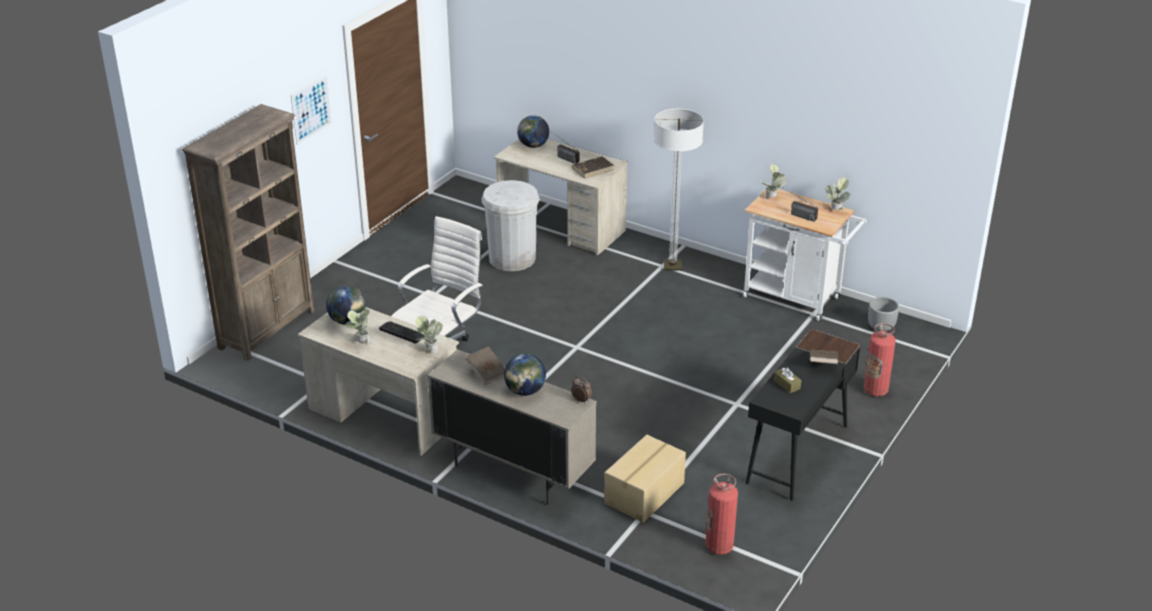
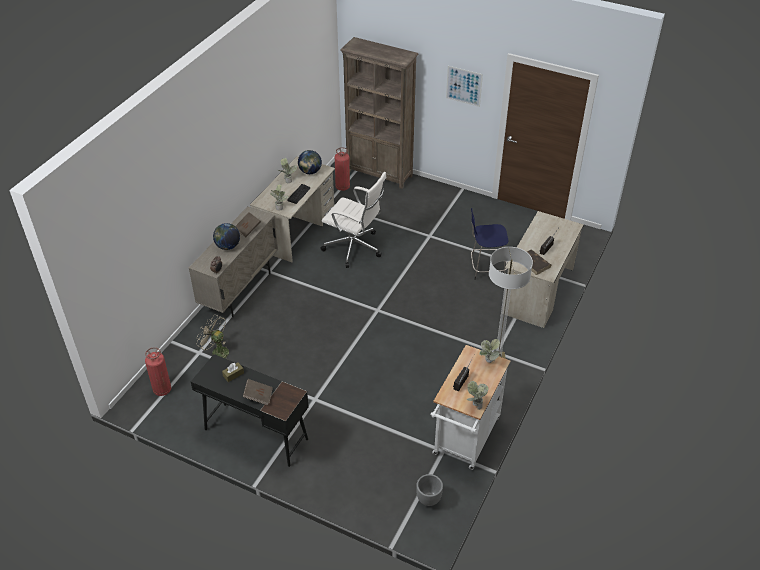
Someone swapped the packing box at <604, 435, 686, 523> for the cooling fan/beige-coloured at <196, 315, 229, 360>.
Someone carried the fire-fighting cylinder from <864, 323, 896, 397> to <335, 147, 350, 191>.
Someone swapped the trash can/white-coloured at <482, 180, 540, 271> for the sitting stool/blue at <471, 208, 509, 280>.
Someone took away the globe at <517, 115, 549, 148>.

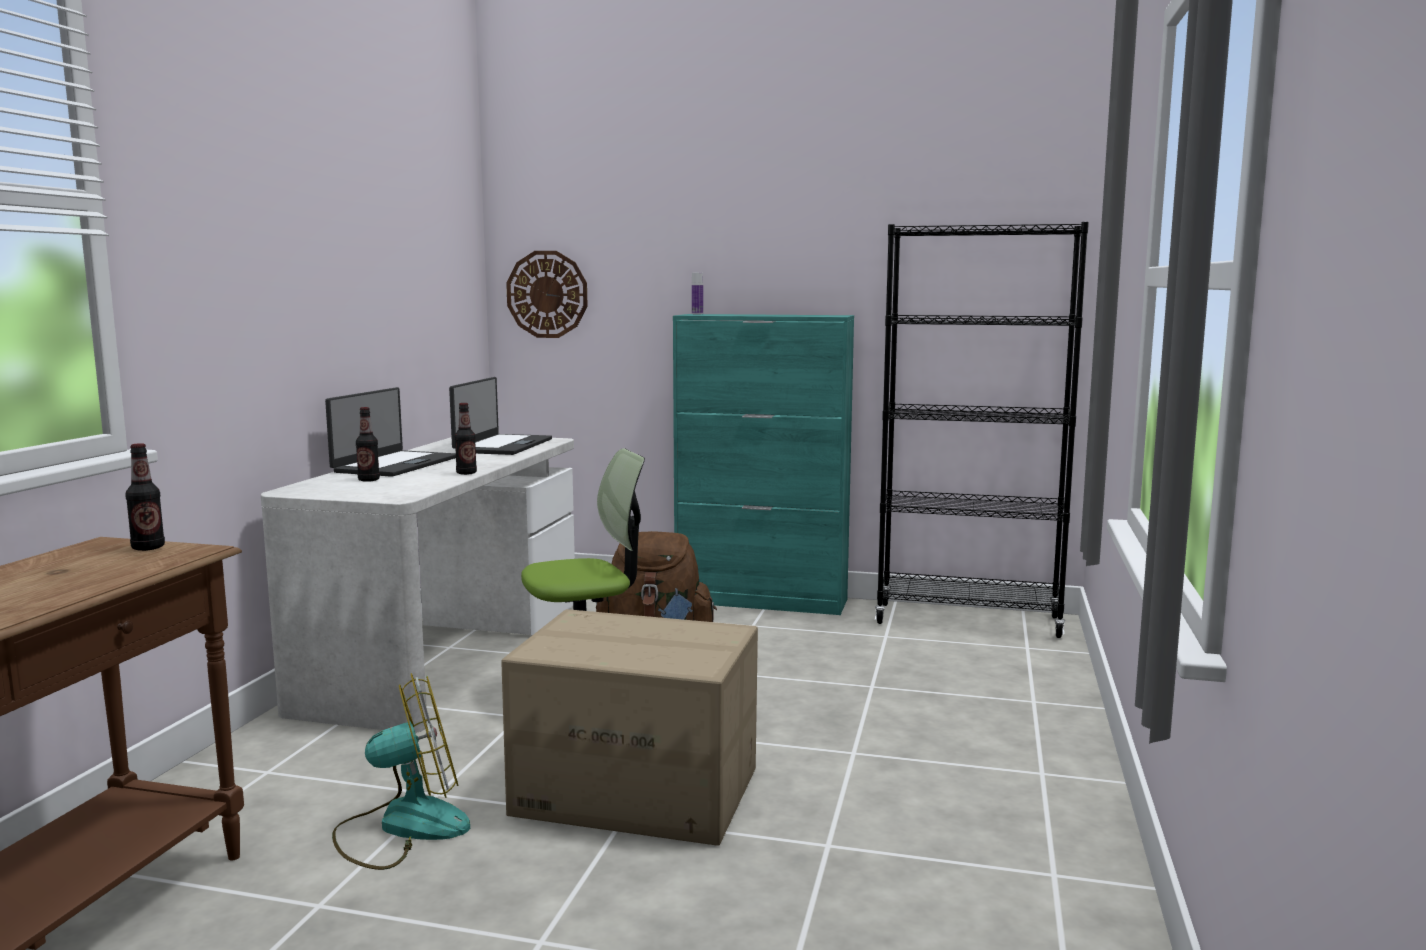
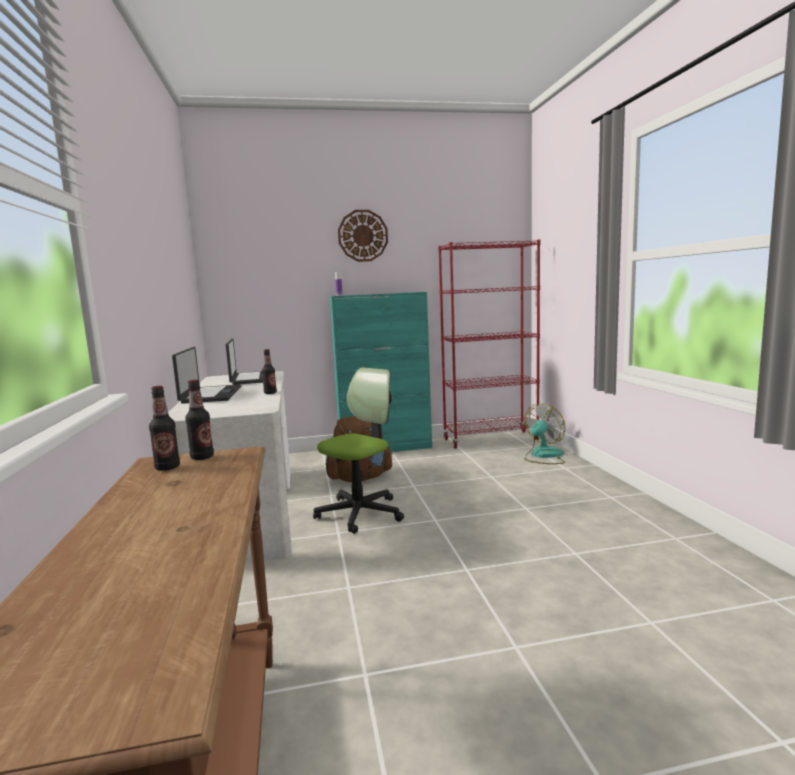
Someone carried the bottle from <356, 407, 380, 482> to <149, 386, 180, 471>.
Someone carried the hanging clock from <506, 251, 588, 338> to <338, 210, 388, 262>.
Someone repainted the shelving unit/black-coloured at <875, 222, 1089, 638>, which became the shelving unit/red-coloured at <438, 239, 540, 449>.
Someone carried the cooling fan from <332, 673, 470, 870> to <524, 404, 565, 464>.
Someone took away the packing box at <501, 609, 758, 846>.

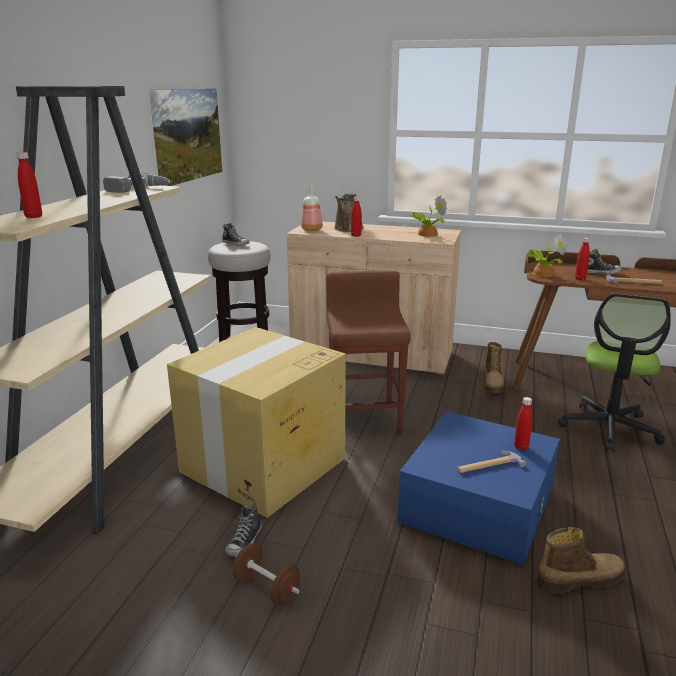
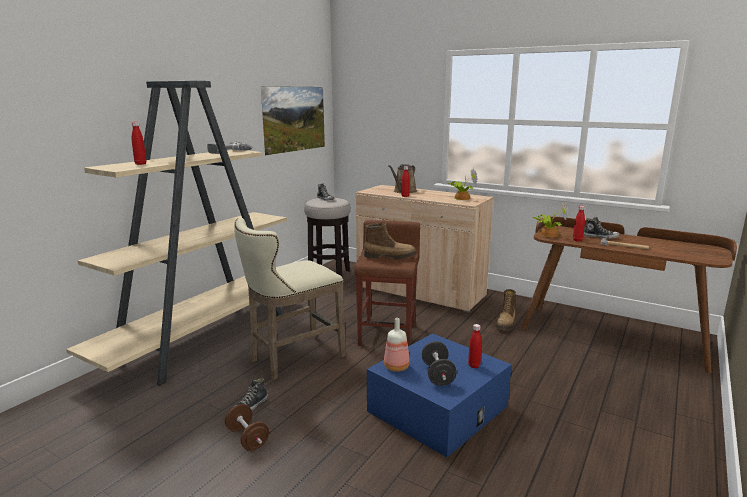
Someone swapped the packing box at <167, 327, 346, 518> for the sitting stool/beige-coloured at <234, 218, 346, 380>.
Someone carried the boot from <536, 527, 626, 593> to <364, 223, 417, 259>.
Someone carried the bottle from <301, 185, 323, 231> to <384, 318, 410, 372>.
Someone swapped the hand hammer at <457, 450, 526, 473> for the hand weight/black-coloured at <421, 341, 457, 386>.
Someone took away the office chair at <558, 294, 671, 452>.

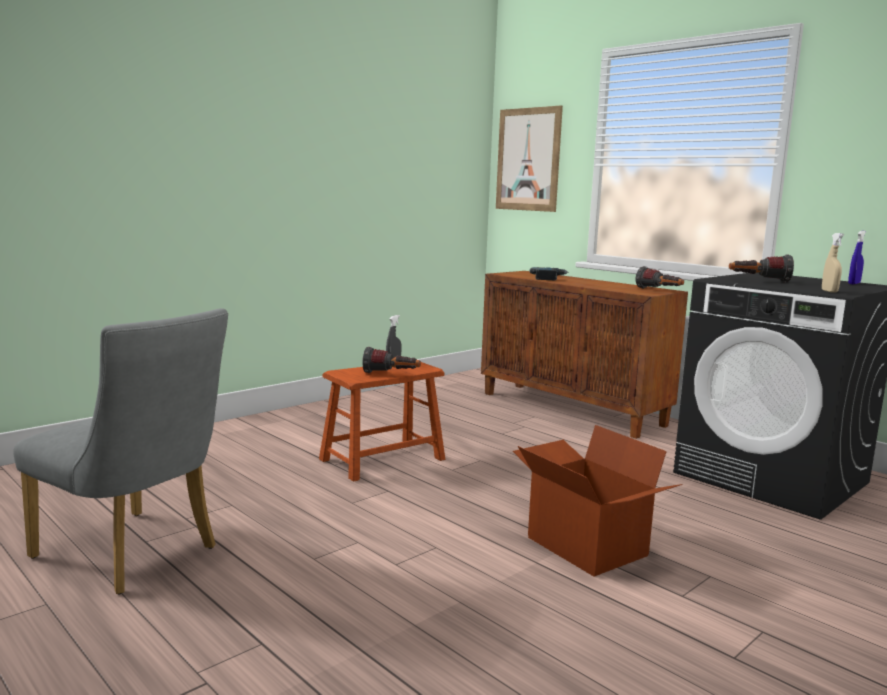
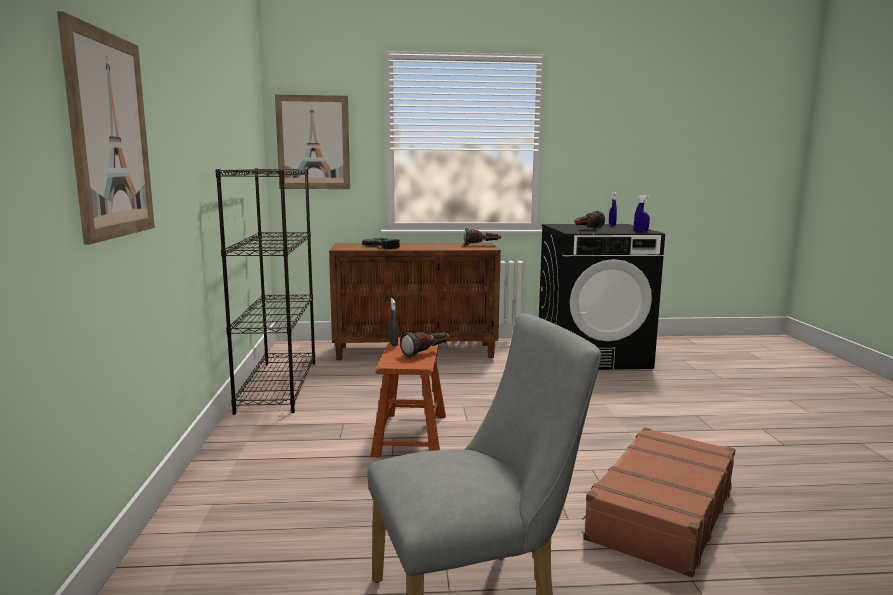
Someone put up the wall picture at <57, 11, 155, 245>.
Someone put down the shelving unit/black-coloured at <216, 168, 315, 415>.
Someone put down the piece of luggage/brownish at <582, 427, 735, 577>.
Someone repainted the sprayer/beige-coloured at <822, 233, 844, 293>, which became the sprayer/blue at <634, 195, 650, 232>.
Someone took away the packing box at <513, 425, 683, 576>.

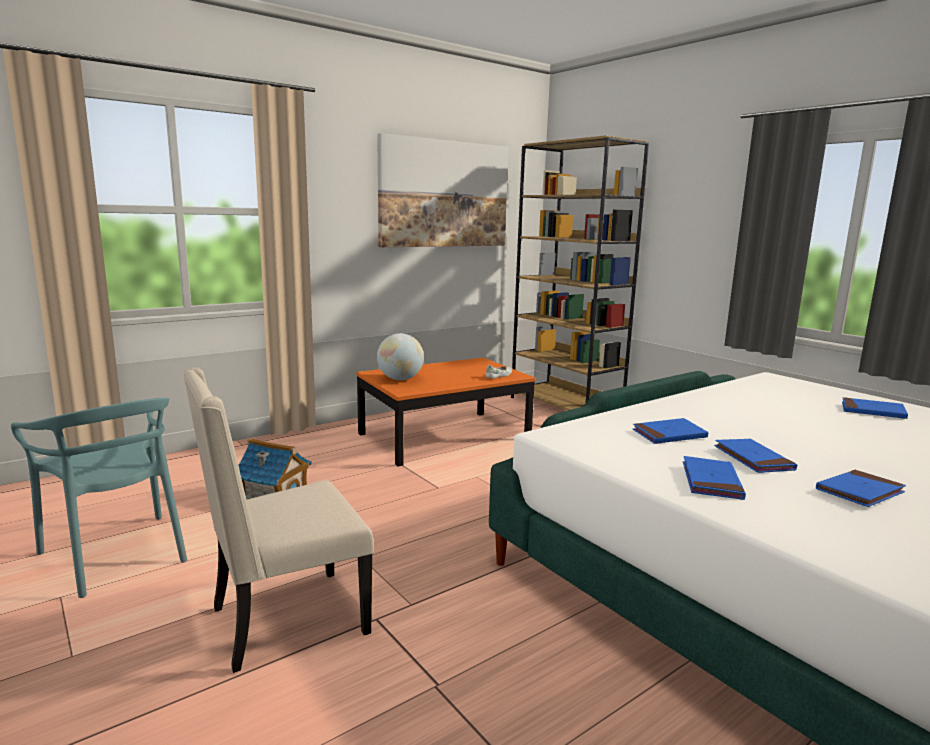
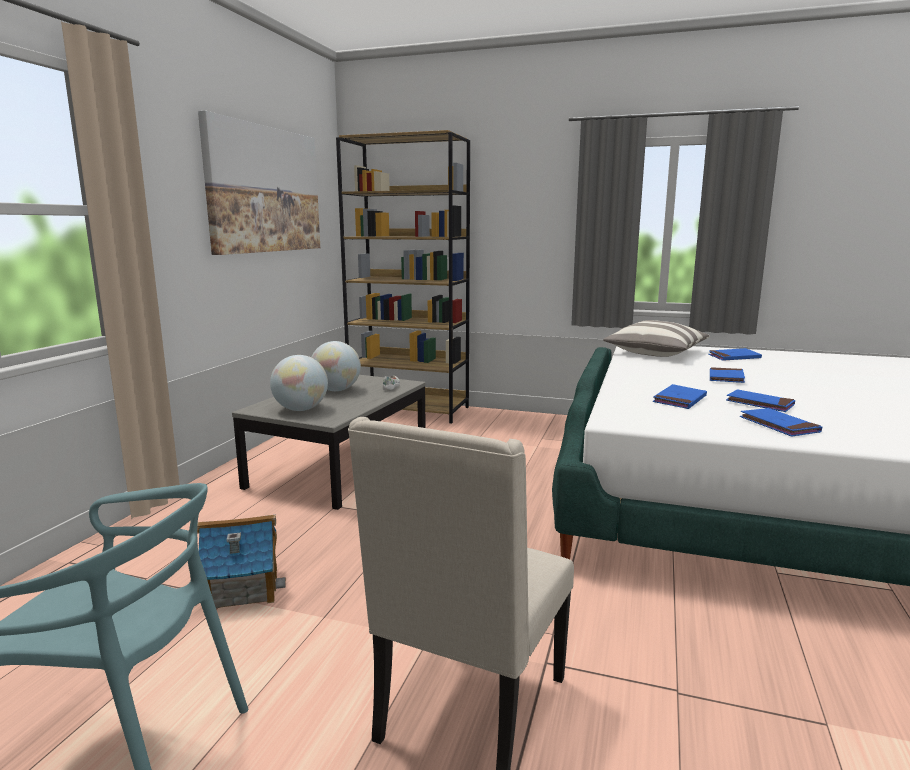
Someone repainted the coffee table/orange at <356, 358, 535, 466>, which became the coffee table/grey at <232, 375, 426, 510>.
Someone put down the globe at <311, 341, 361, 391>.
Someone put down the pillow at <603, 320, 710, 357>.
Someone carried the book/blue from <816, 470, 906, 507> to <710, 367, 745, 383>.

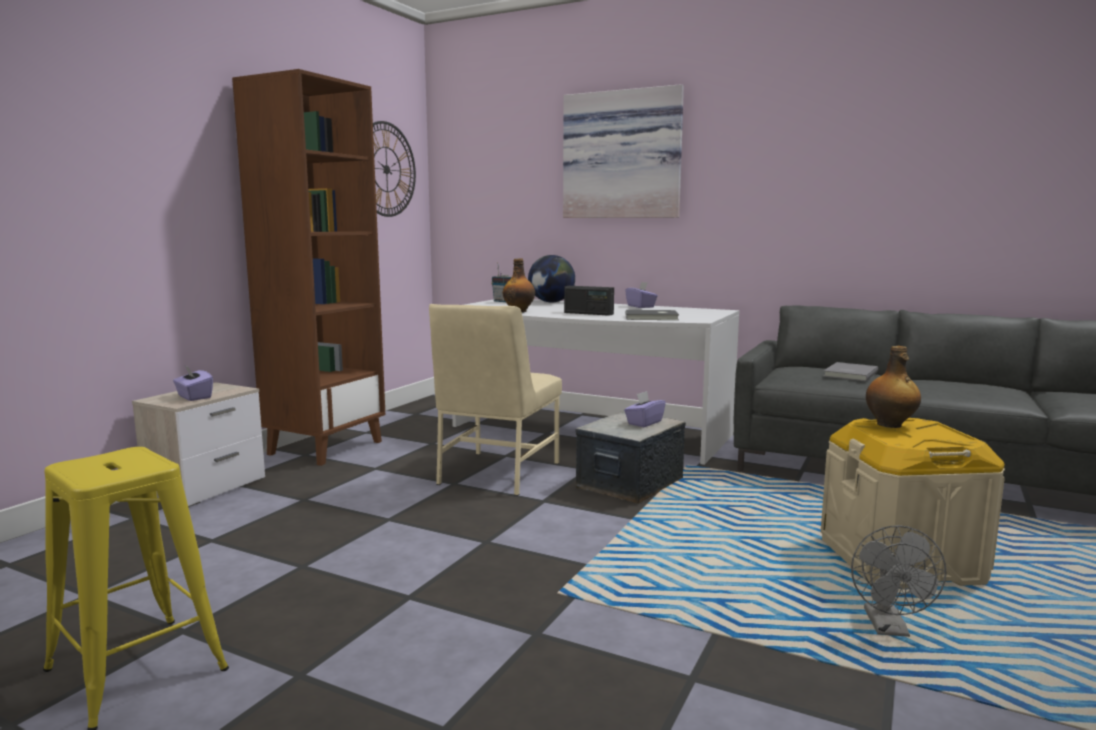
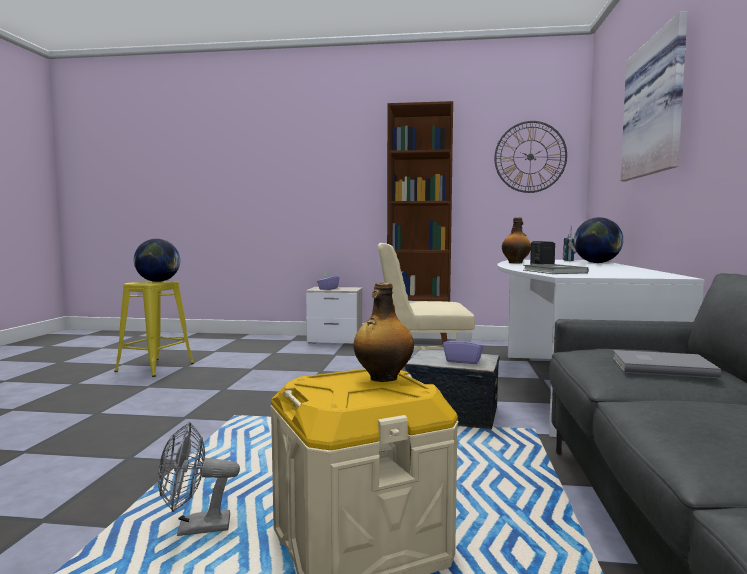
Someone put down the globe at <134, 239, 180, 282>.
Someone took away the box of tissues/purple at <625, 282, 658, 308>.

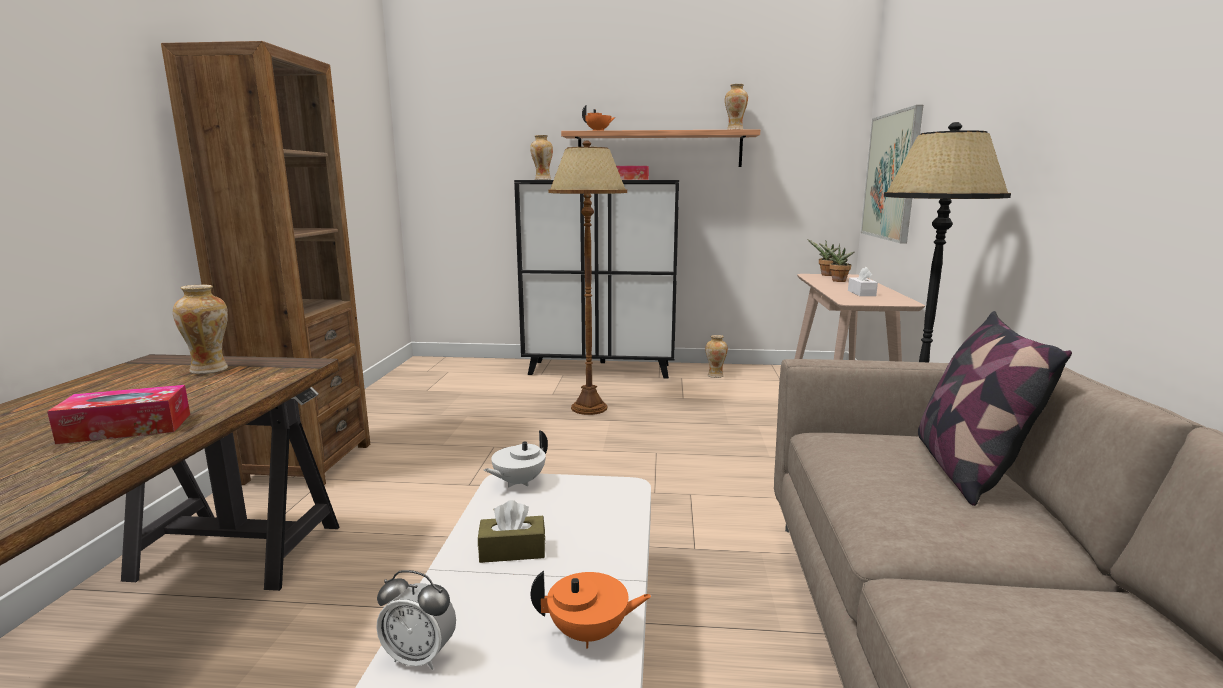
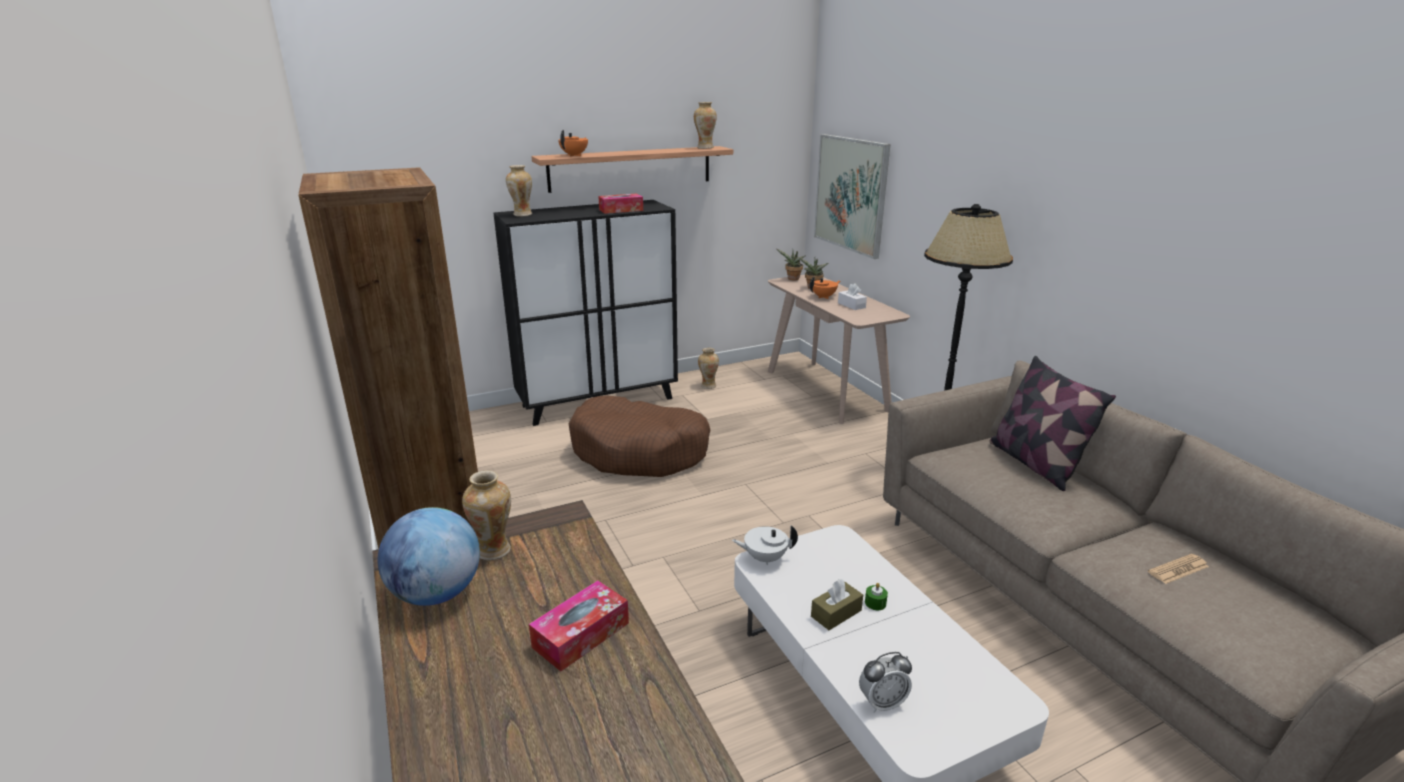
Someone put down the globe at <378, 507, 480, 606>.
Someone swapped the standard lamp/brownish at <548, 140, 627, 415> for the pet bed/brownish at <569, 396, 710, 477>.
Someone rotated the teapot/white-coloured at <484, 430, 548, 487> by 75 degrees clockwise.
Someone carried the teapot/orange from <531, 571, 651, 649> to <810, 277, 840, 299>.
Someone put down the wax light/green-coloured at <865, 583, 888, 610>.
Someone put down the printed paper at <1148, 554, 1209, 584>.

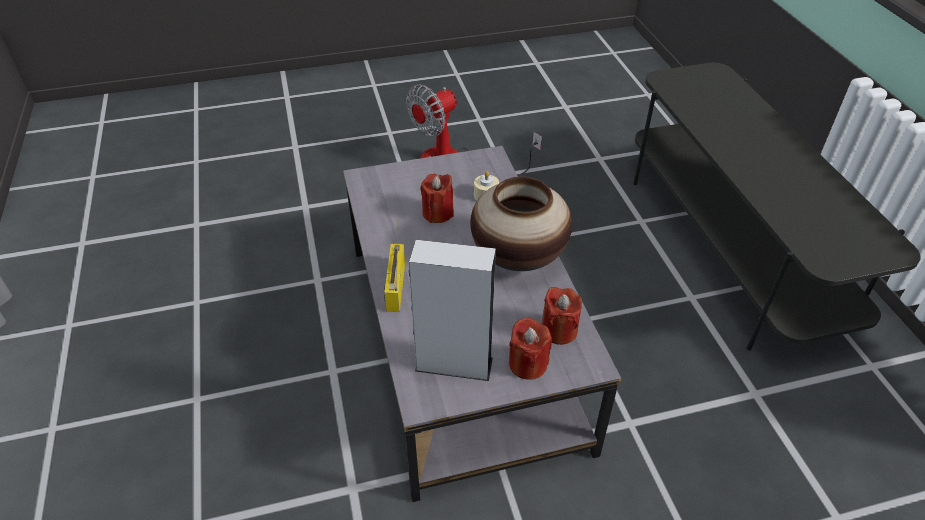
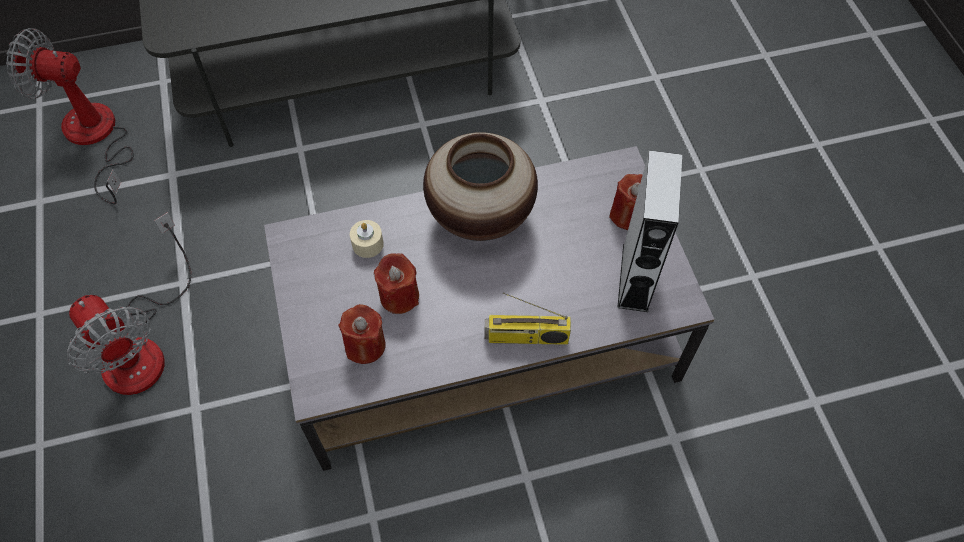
Someone put down the cooling fan at <6, 28, 134, 204>.
Someone carried the wax light/red-coloured from <541, 287, 582, 345> to <338, 304, 386, 364>.

